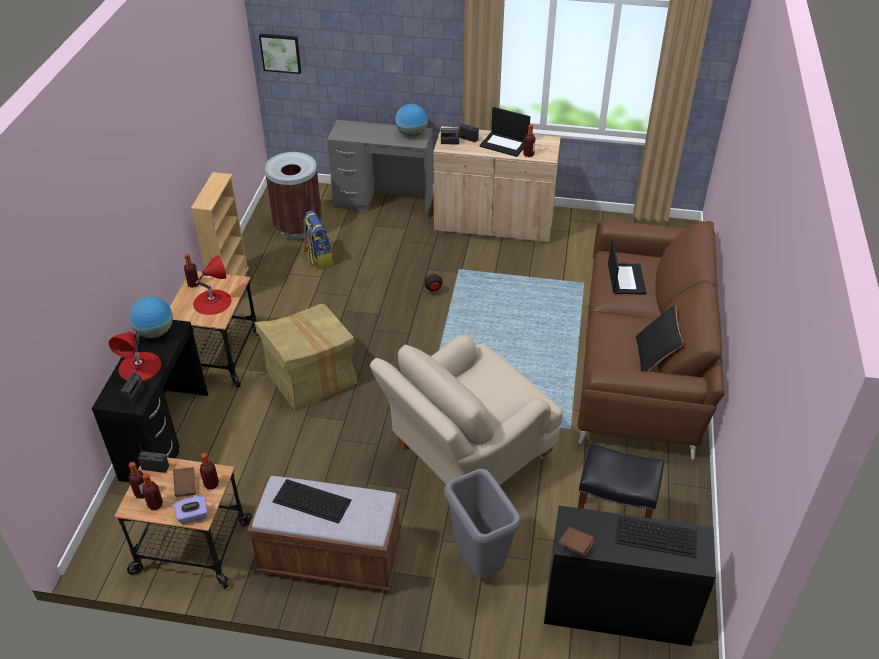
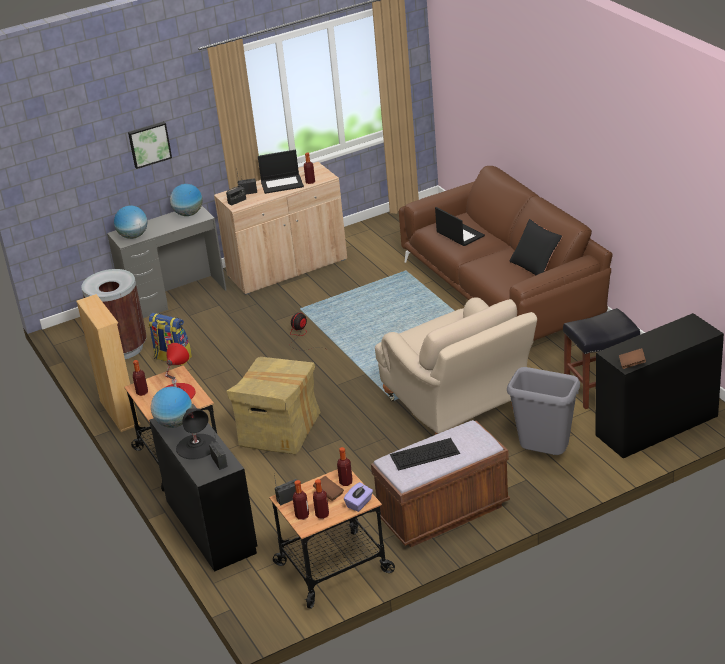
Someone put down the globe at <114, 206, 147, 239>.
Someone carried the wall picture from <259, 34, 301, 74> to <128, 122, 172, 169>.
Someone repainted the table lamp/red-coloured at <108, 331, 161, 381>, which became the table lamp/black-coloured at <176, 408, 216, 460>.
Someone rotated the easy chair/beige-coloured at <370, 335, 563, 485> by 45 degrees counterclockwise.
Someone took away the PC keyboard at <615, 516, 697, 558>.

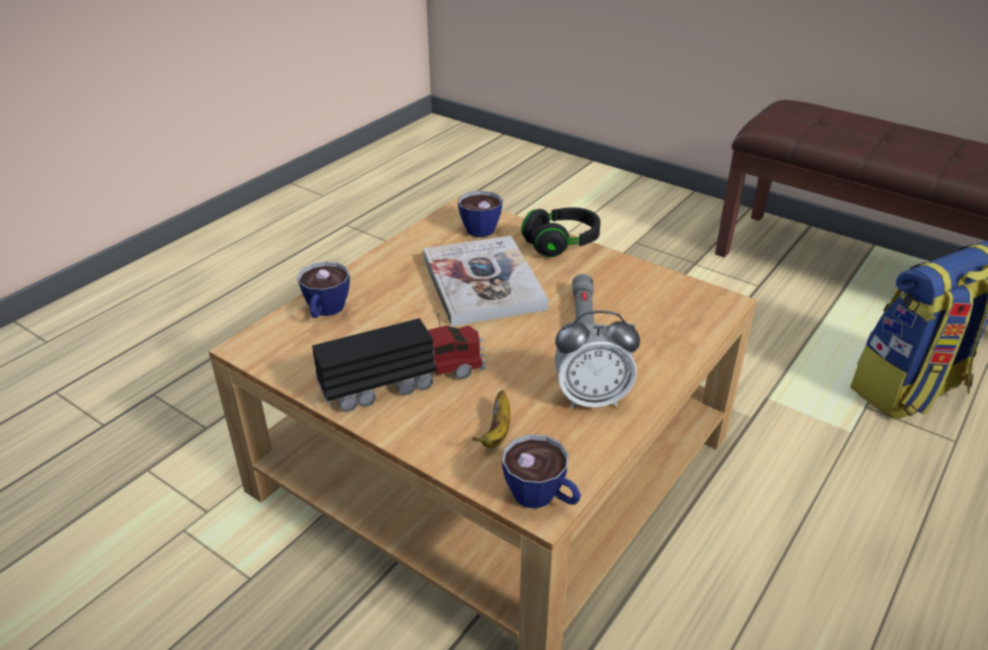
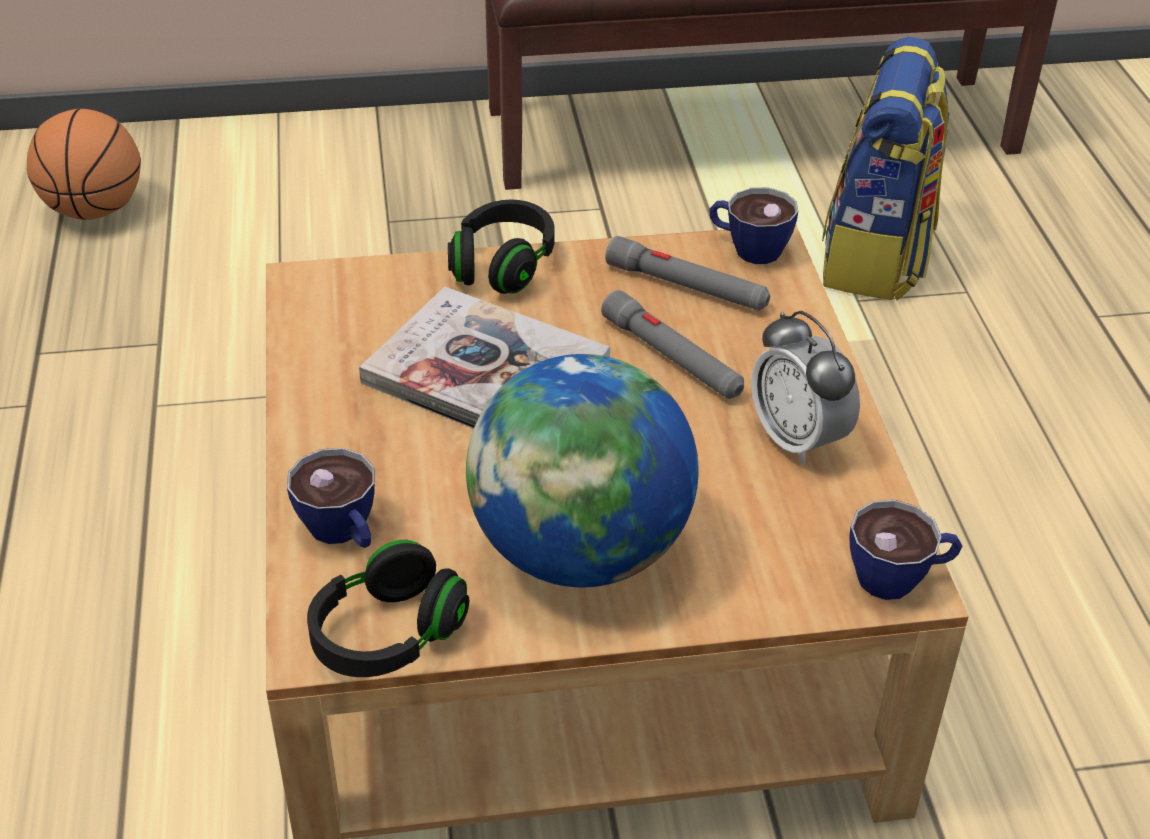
Someone put down the basketball ball at <27, 109, 141, 220>.
Someone put down the headphones/black-coloured at <307, 540, 469, 677>.
Someone swapped the model truck at <312, 313, 486, 412> for the globe at <466, 354, 699, 587>.
Someone put down the flashlight/grey at <605, 236, 770, 311>.
Someone carried the cup from <458, 191, 503, 237> to <709, 188, 798, 264>.
Someone rotated the table clock at <555, 310, 640, 408> by 105 degrees clockwise.
Someone took away the banana at <472, 390, 510, 448>.

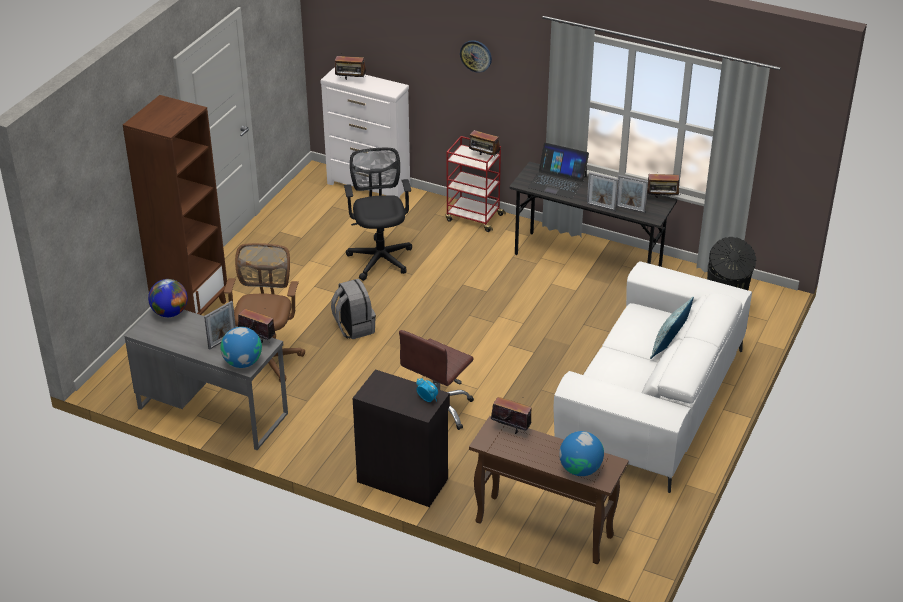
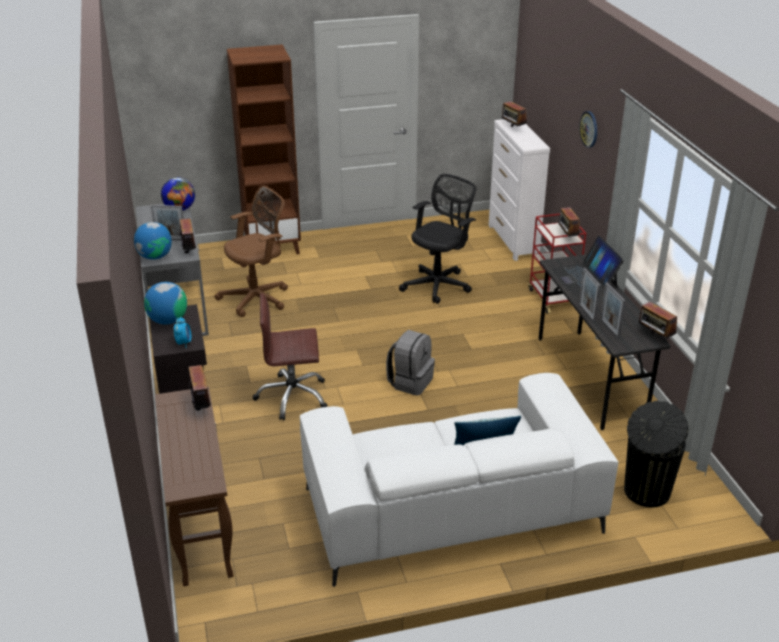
Someone carried the globe from <559, 431, 604, 476> to <144, 282, 187, 325>.
Someone carried the backpack/grey from <331, 279, 376, 339> to <386, 330, 435, 396>.

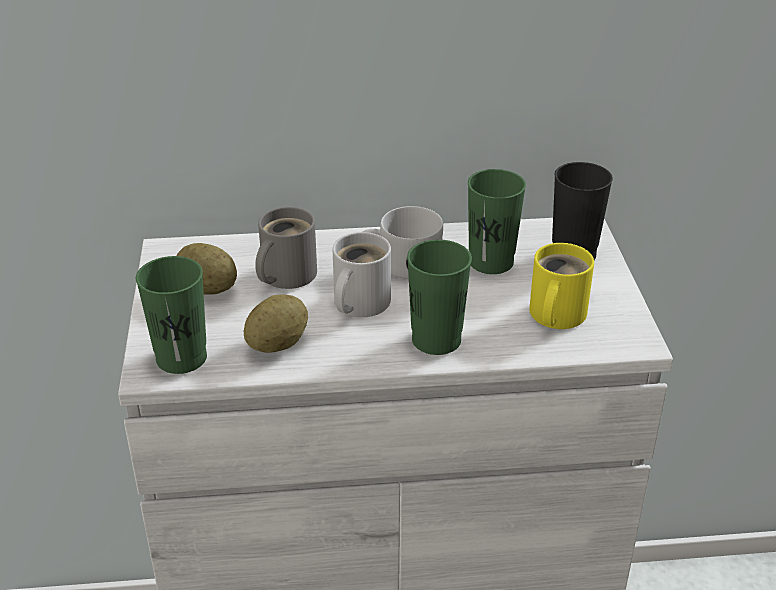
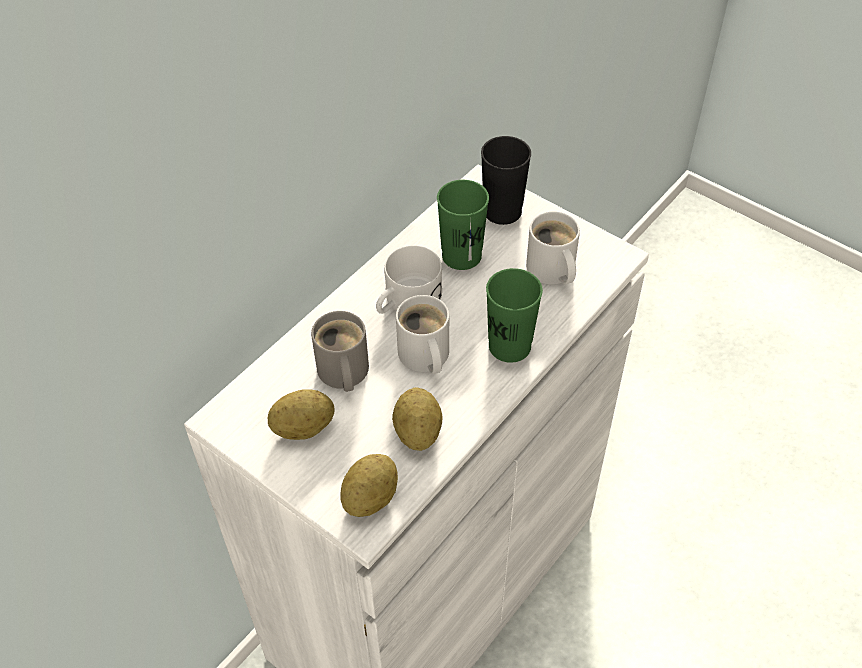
Someone swapped the cup/green-coloured at <136, 256, 207, 374> for the whole potato at <340, 454, 398, 517>.
Someone repainted the tea mug/yellow-coloured at <529, 243, 594, 329>, which became the tea mug/white-coloured at <526, 211, 580, 285>.

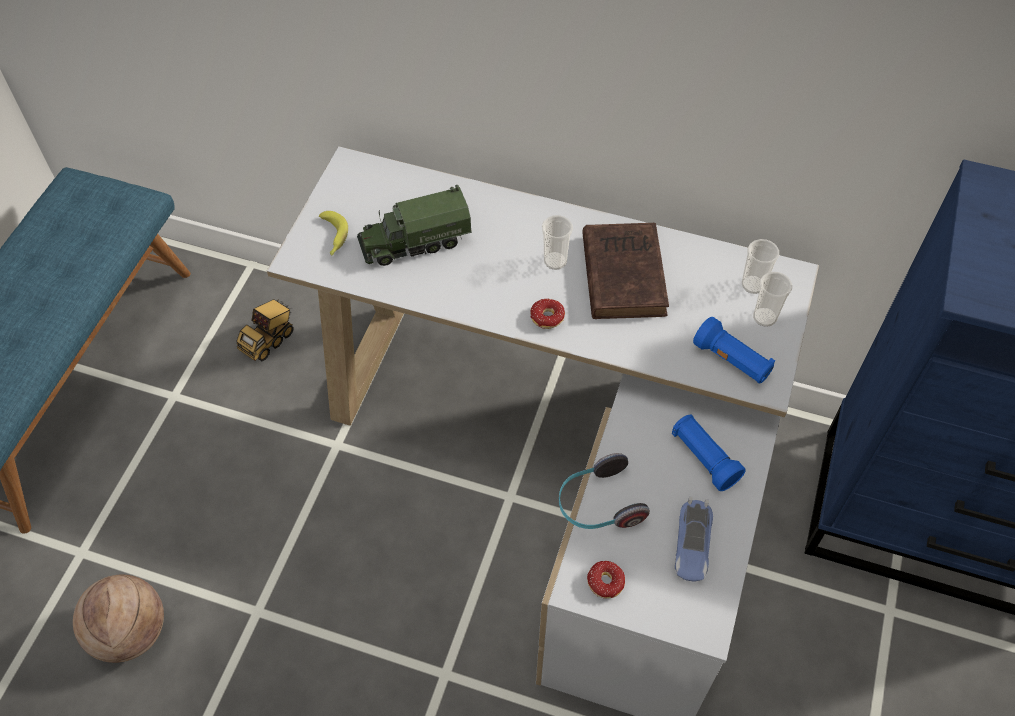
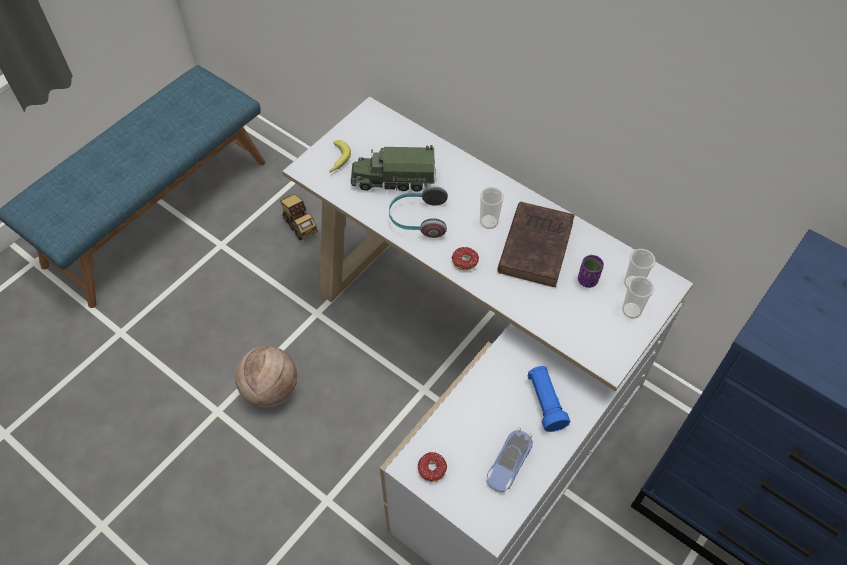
Someone carried the basketball ball from <73, 575, 164, 663> to <235, 346, 297, 408>.
Someone rotated the model truck at <236, 299, 294, 361> by 90 degrees counterclockwise.
Someone carried the headphones from <559, 453, 650, 529> to <389, 186, 448, 238>.
Someone put down the cup/purple at <578, 255, 604, 288>.
Someone took away the flashlight/blue at <693, 317, 775, 384>.

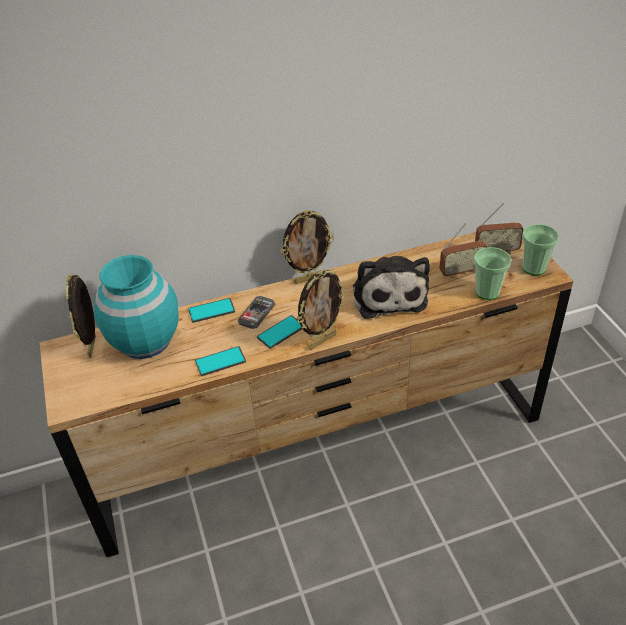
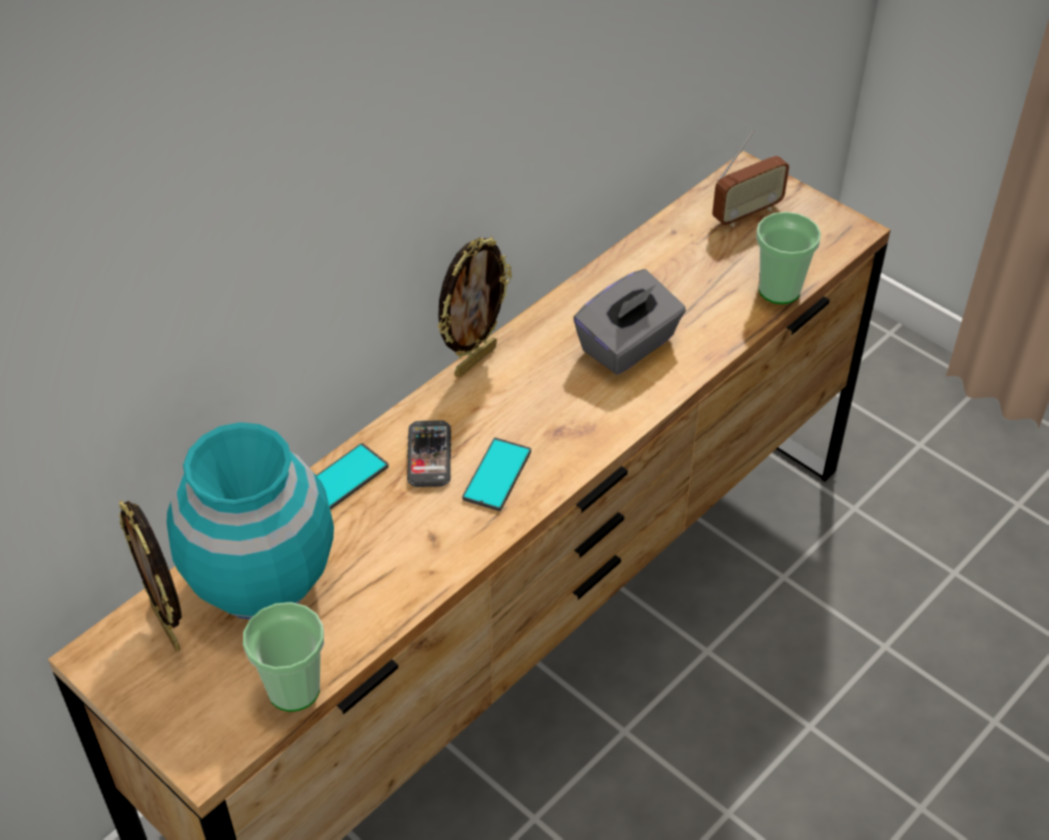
Someone carried the cup from <522, 224, 559, 275> to <243, 602, 324, 712>.
Someone swapped the plush toy at <353, 256, 430, 319> for the box of tissues/grey at <573, 269, 686, 375>.
Someone took away the phone at <195, 346, 246, 376>.
Someone took away the standing frame at <297, 269, 346, 350>.
Someone took away the radio set at <439, 223, 488, 278>.

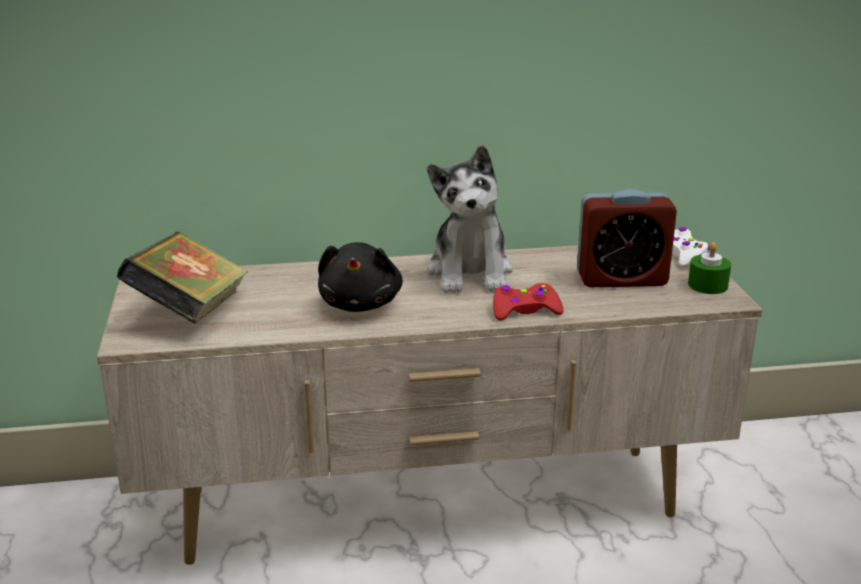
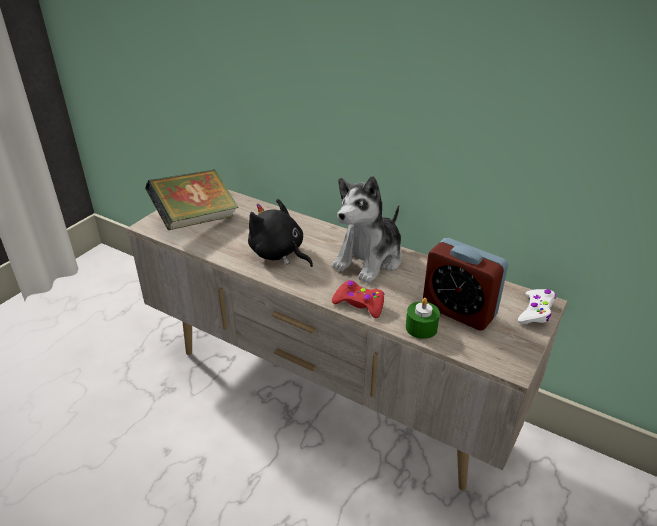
Someone rotated the plush toy/black-coloured at <318, 242, 403, 312> by 90 degrees clockwise.
Someone carried the wax light/green-coloured from <688, 242, 731, 294> to <406, 298, 440, 339>.

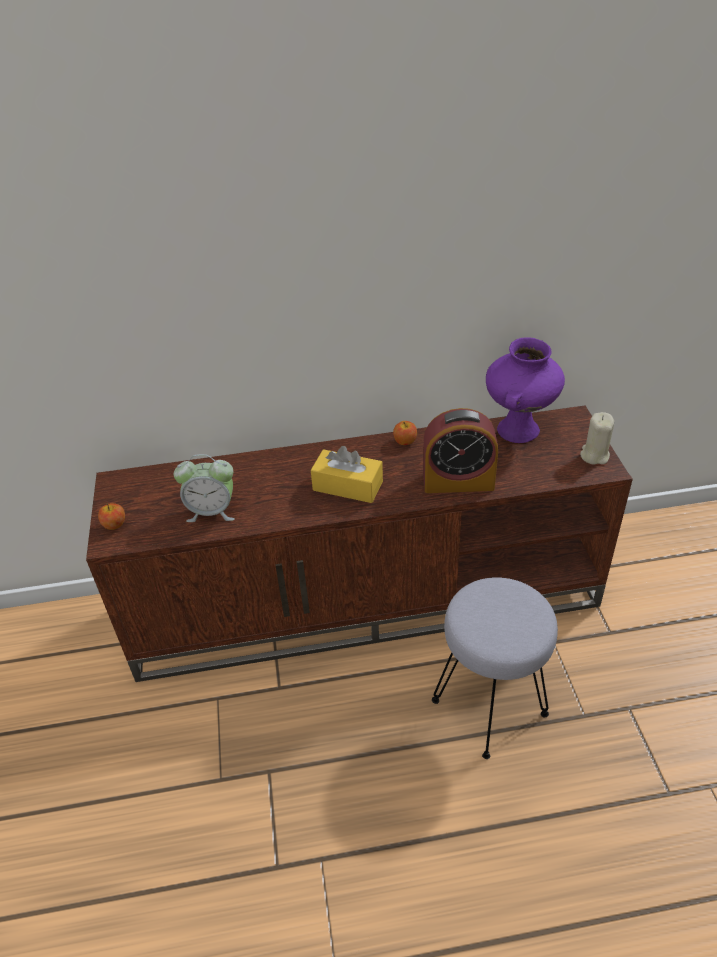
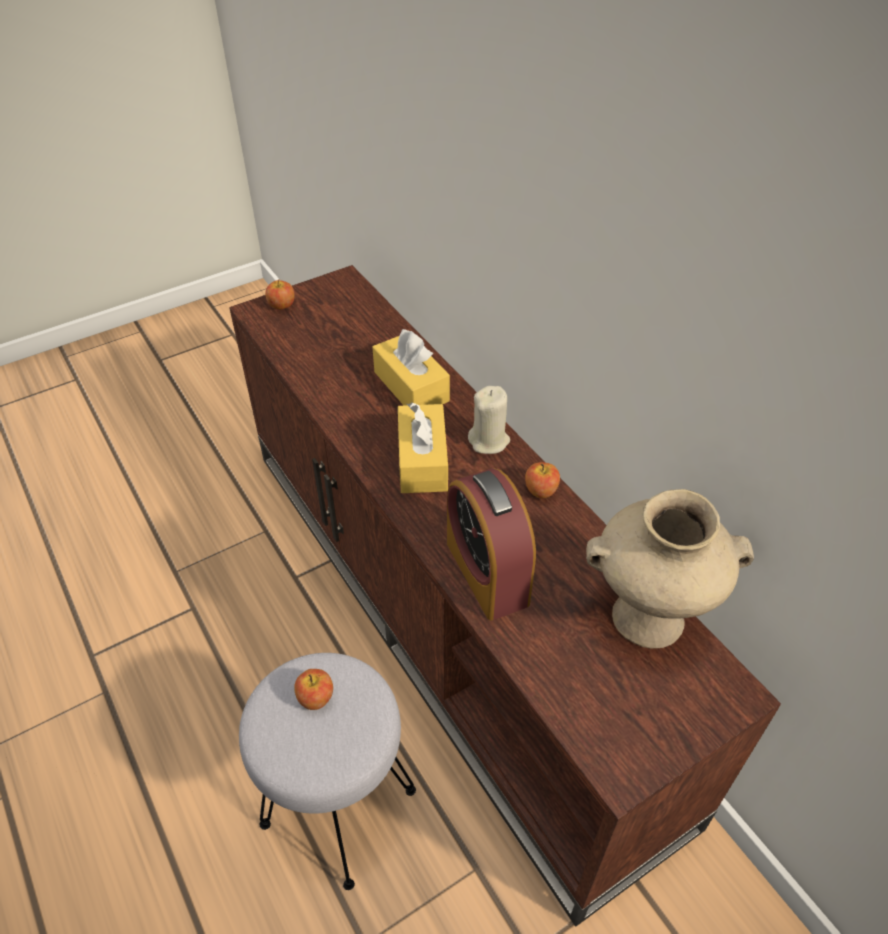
Someone put down the apple fruit at <294, 669, 333, 710>.
Someone put down the box of tissues/yellow-coloured at <372, 329, 450, 406>.
Someone carried the wax light/beige-coloured from <580, 412, 614, 464> to <468, 386, 510, 454>.
Someone repainted the decorative vase/purple at <486, 337, 565, 443>, which became the decorative vase/beige-coloured at <586, 489, 754, 649>.
Someone took away the table clock at <174, 454, 235, 522>.

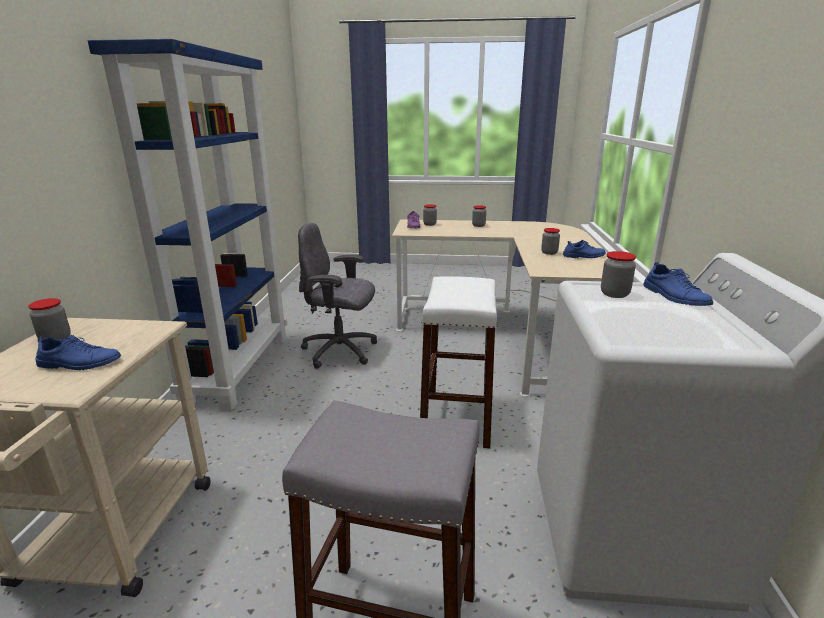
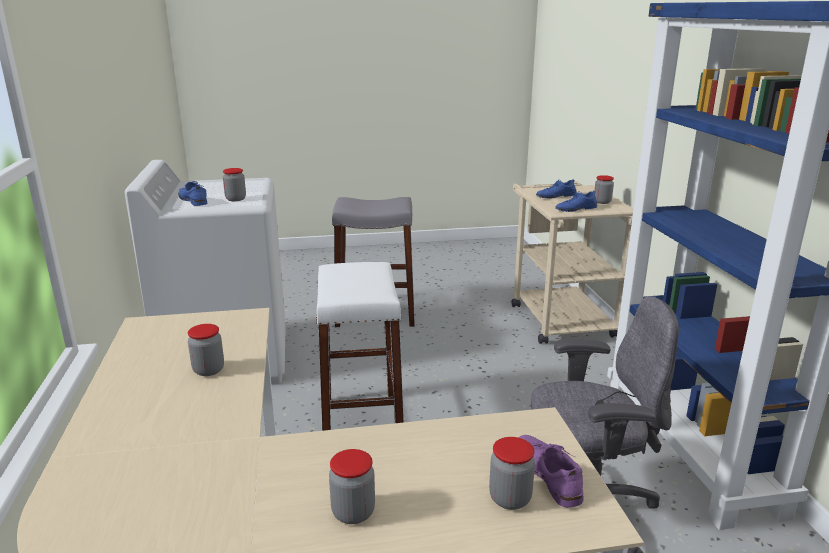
Someone carried the shoe/blue from <563, 240, 606, 258> to <555, 190, 597, 212>.

